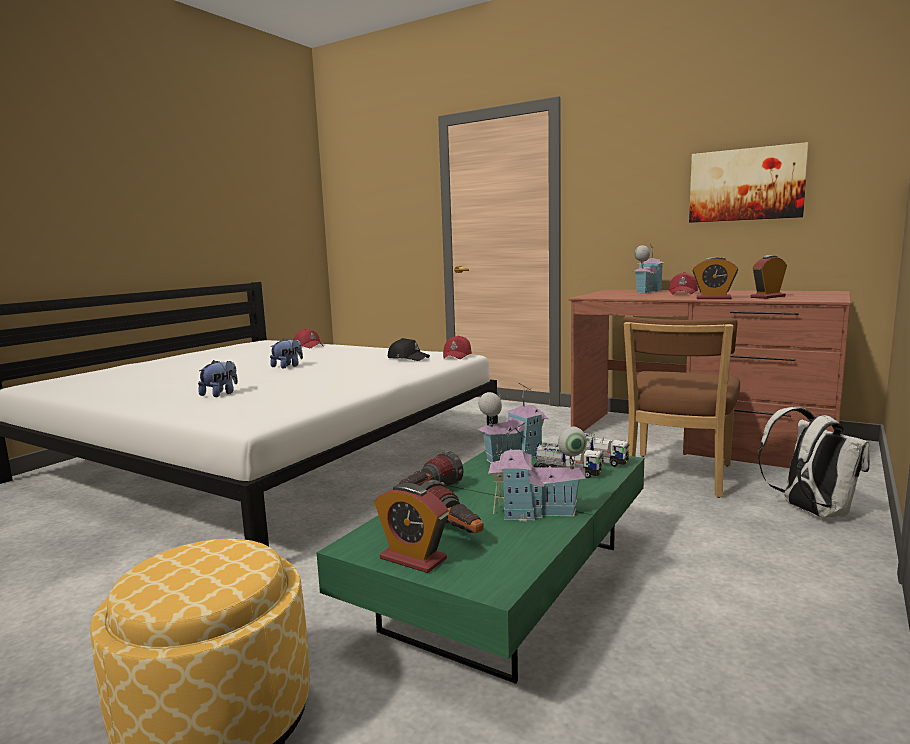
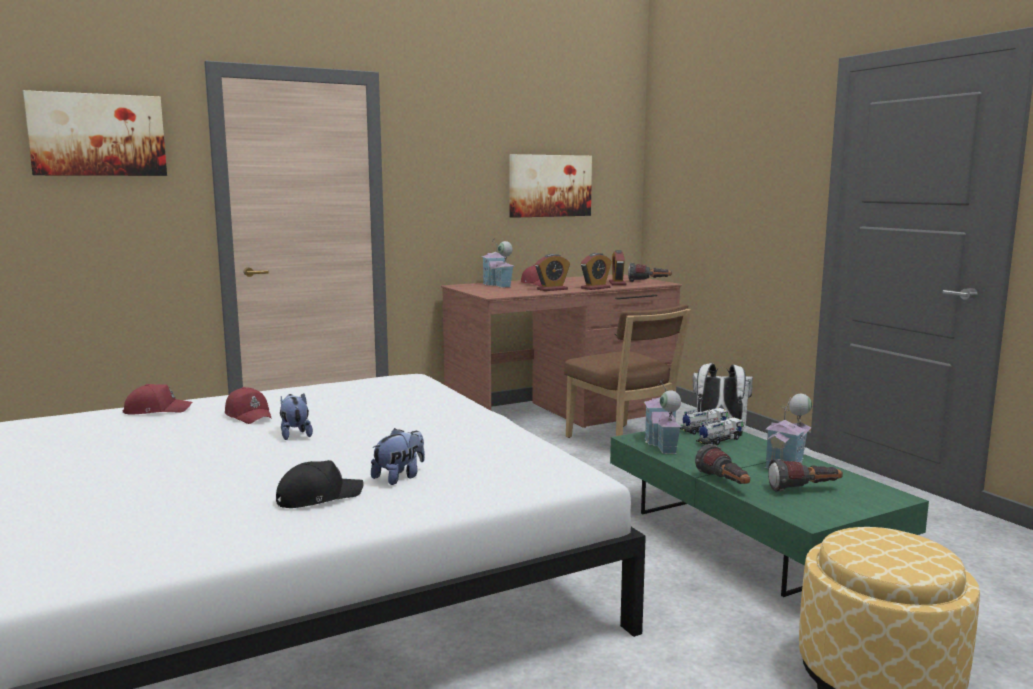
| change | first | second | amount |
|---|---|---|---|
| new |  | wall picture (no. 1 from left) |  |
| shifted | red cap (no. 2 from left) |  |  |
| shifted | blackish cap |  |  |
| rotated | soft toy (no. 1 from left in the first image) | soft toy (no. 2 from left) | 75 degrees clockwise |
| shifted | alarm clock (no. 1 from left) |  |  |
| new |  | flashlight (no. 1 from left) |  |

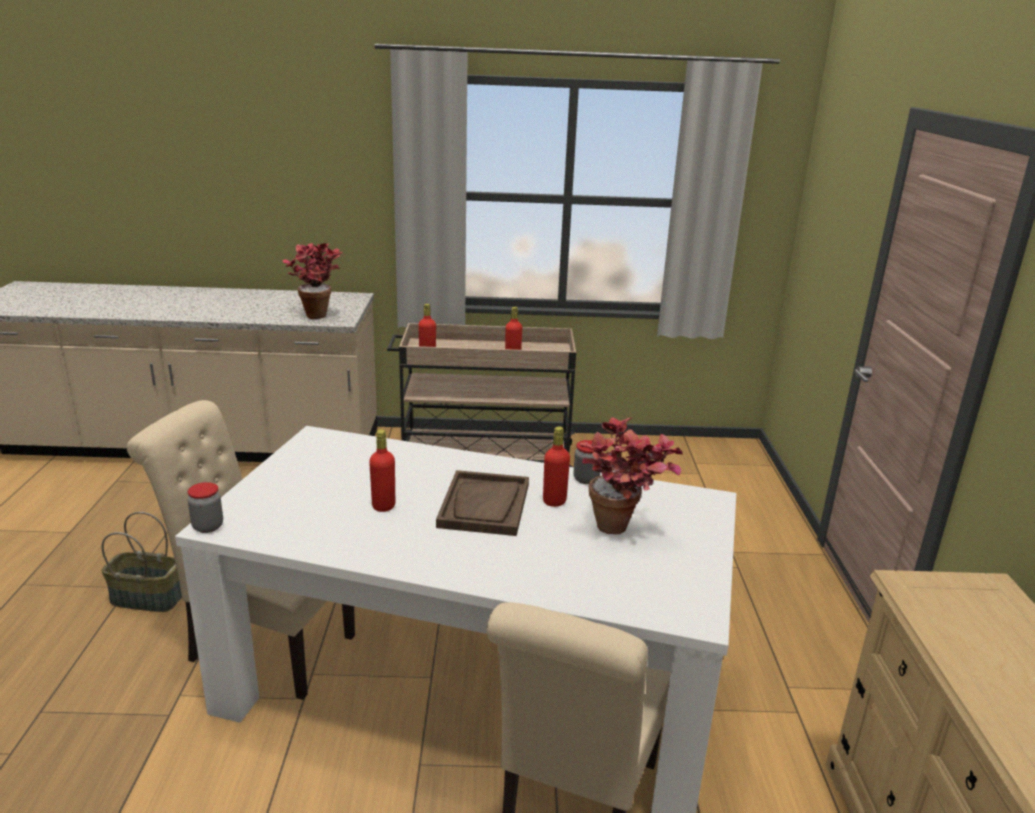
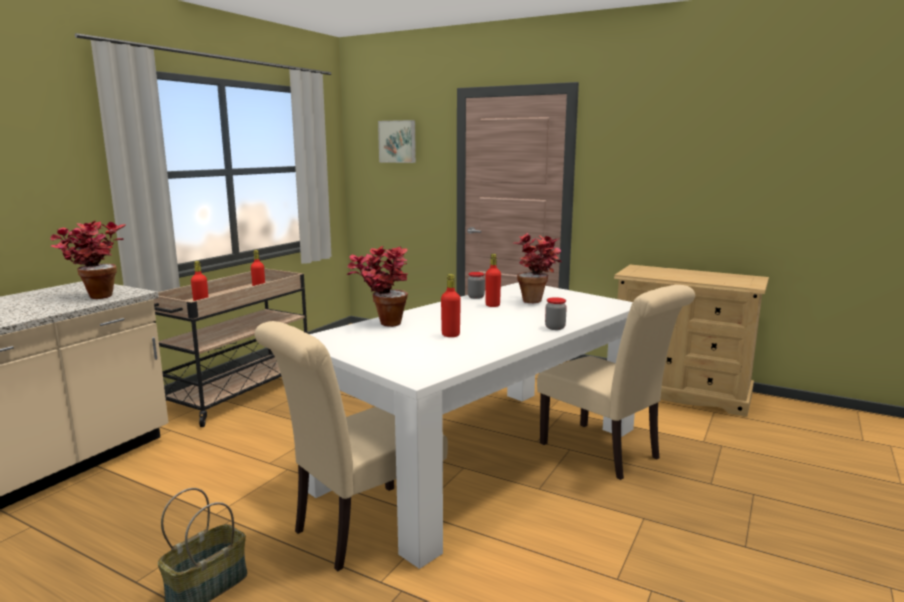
| change | first | second | amount |
|---|---|---|---|
| new |  | houseplant (no. 2 from left) |  |
| new |  | wall picture |  |
| shifted | jar (no. 1 from left in the first image) | jar (no. 2 from left) |  |
| gone | brown-coloured serving tray |  |  |

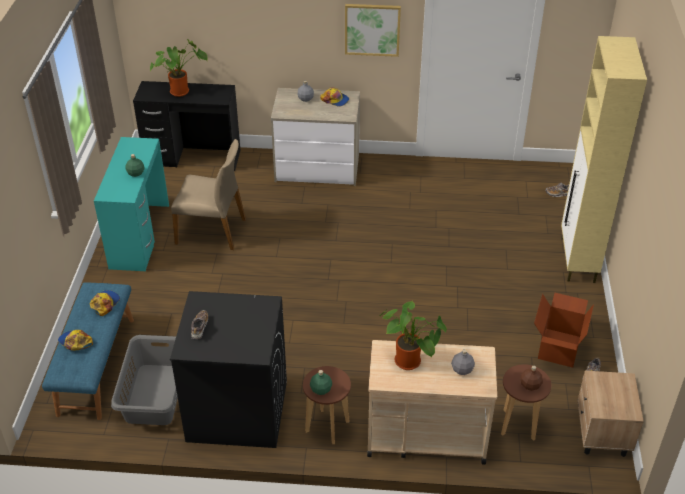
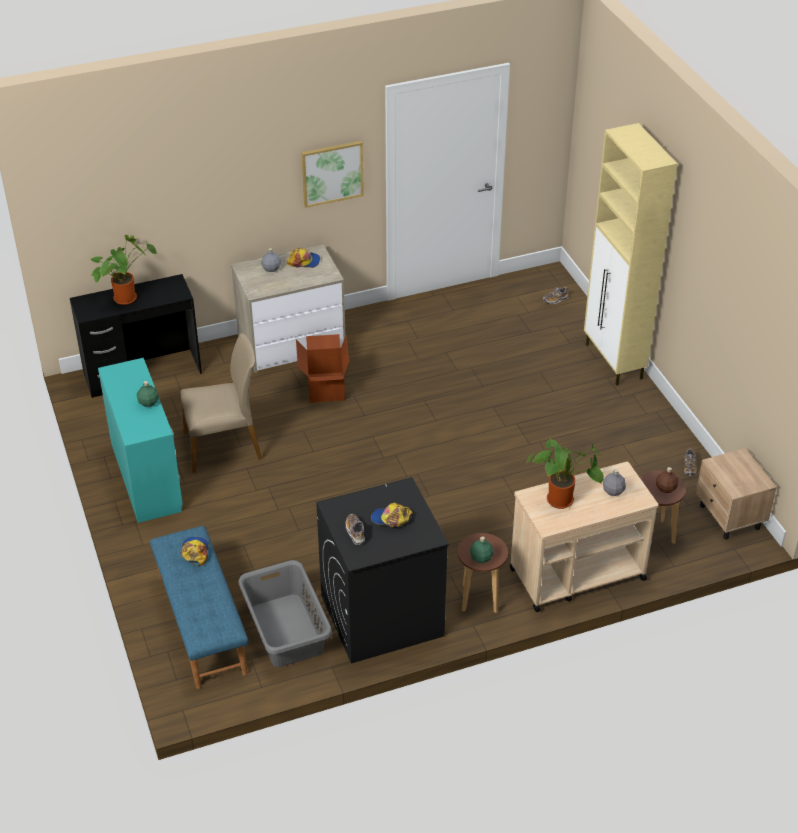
| change | first | second | amount |
|---|---|---|---|
| shifted | carton |  |  |
| shifted | cap (no. 1 from left in the first image) | cap (no. 3 from left) |  |

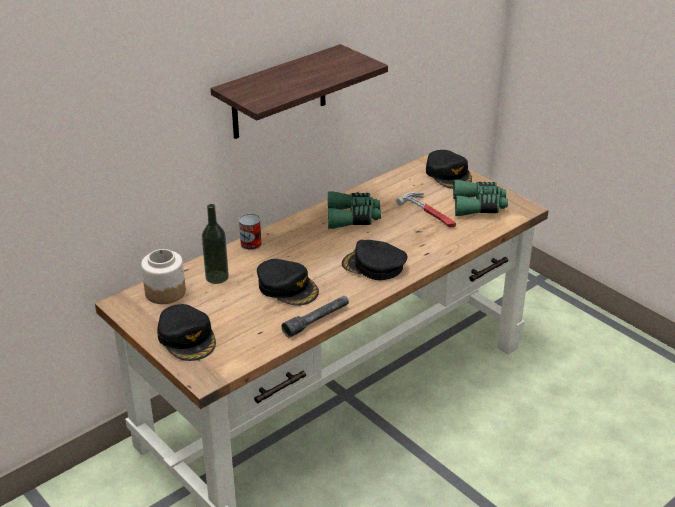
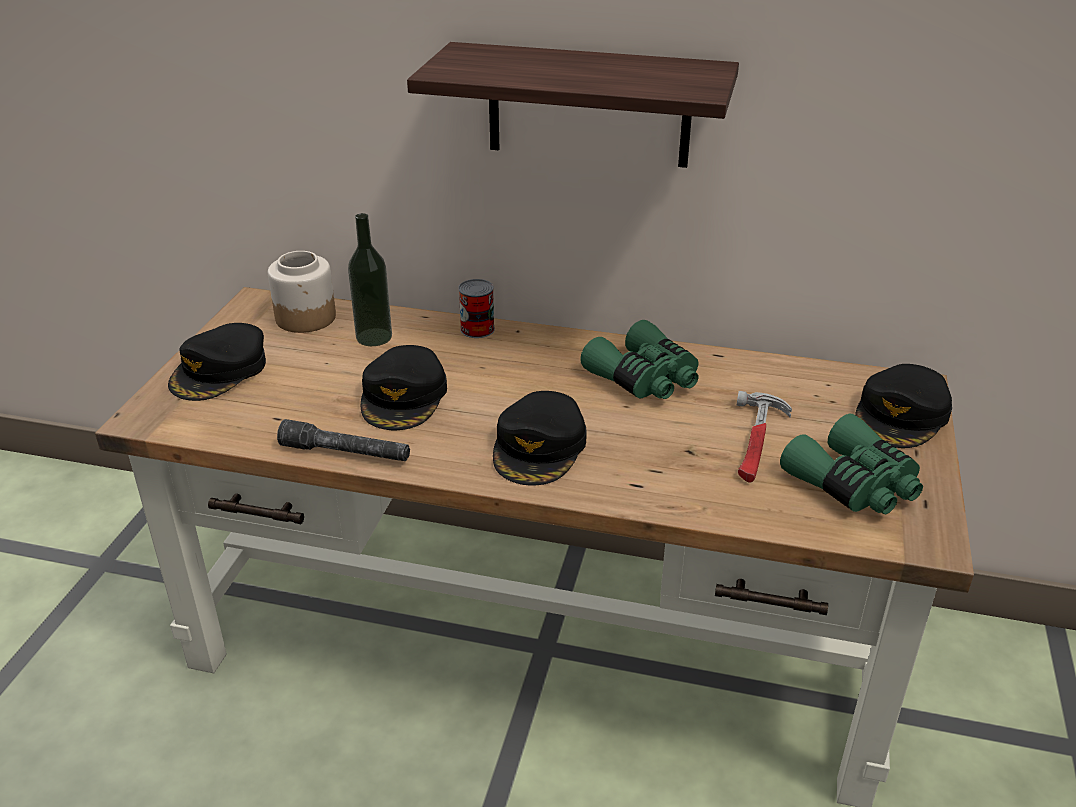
| change | first | second | amount |
|---|---|---|---|
| rotated | blackish cap (no. 3 from left) |  | 150 degrees counterclockwise |

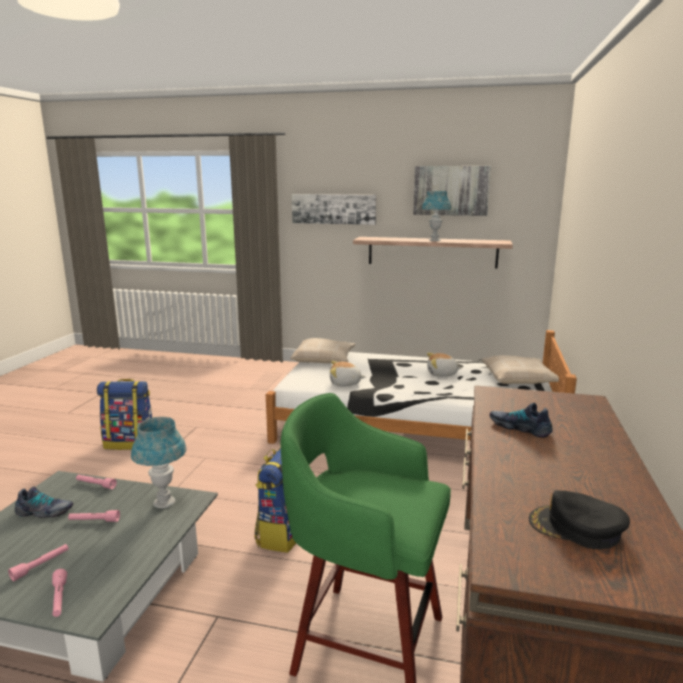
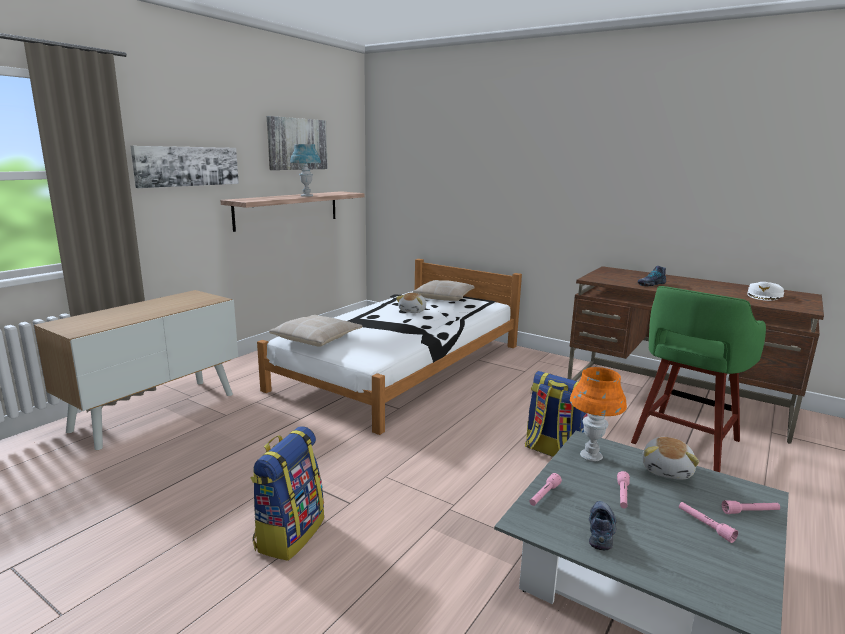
| change | first | second | amount |
|---|---|---|---|
| new |  | storage cabinet |  |
| repainted | bluish lamp for a table (no. 1 from left) | orange-coloured lamp for a table |  |
| shifted | soft toy (no. 1 from left in the first image) | soft toy (no. 2 from left) |  |
| repainted | blackish cap | white cap |  |

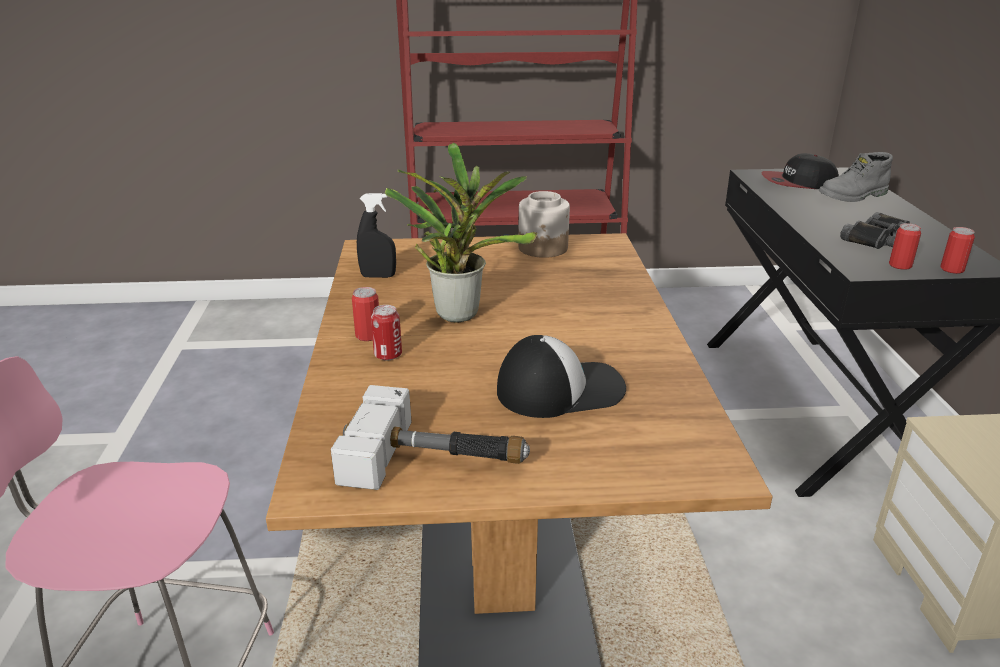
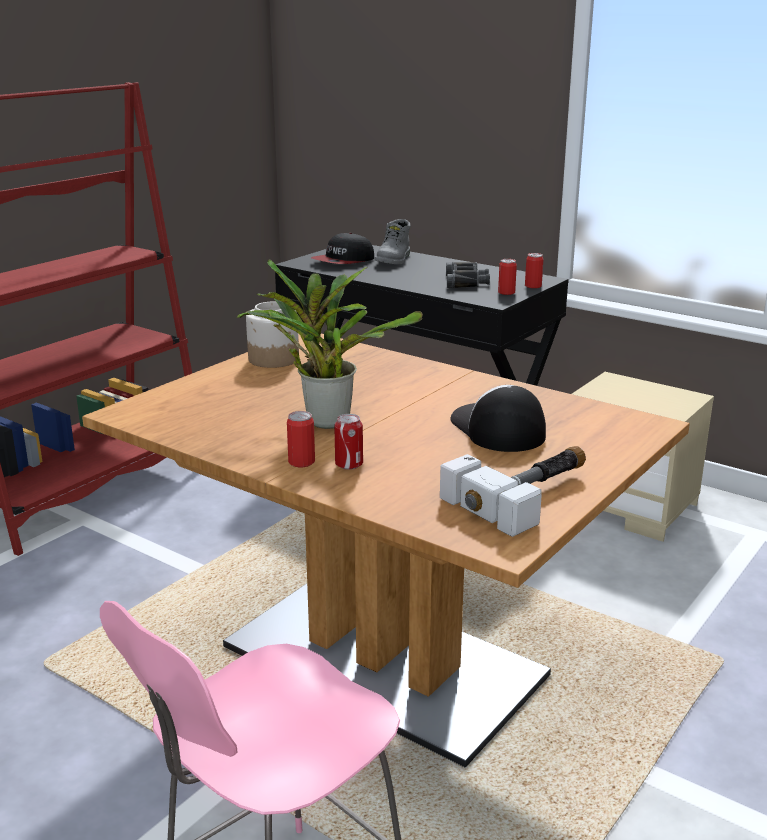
| change | first | second | amount |
|---|---|---|---|
| rotated | cap (no. 1 from left in the first image) | cap (no. 2 from left) | 45 degrees counterclockwise |
| gone | blackish sprayer |  |  |

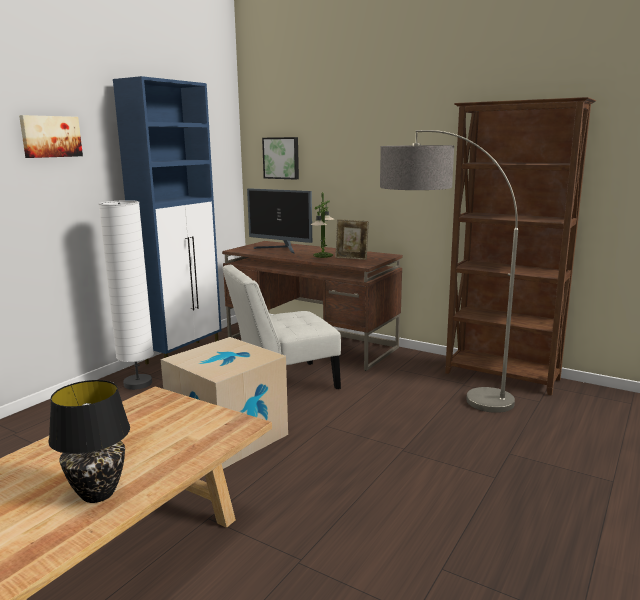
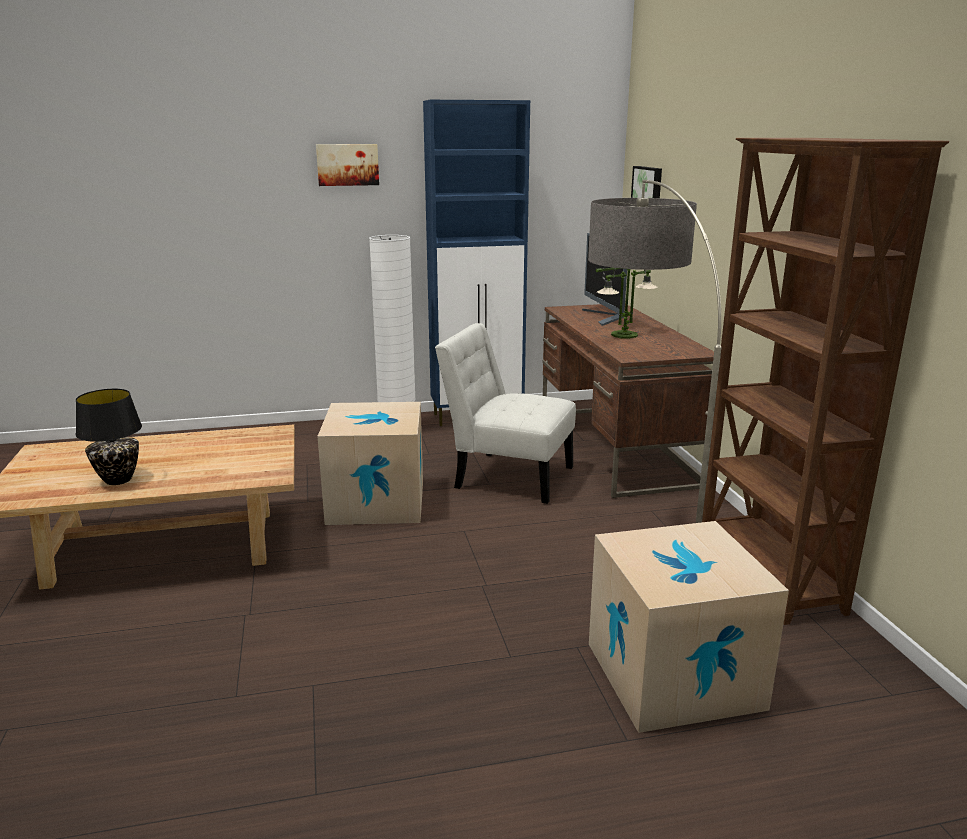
| change | first | second | amount |
|---|---|---|---|
| new |  | carton (no. 2 from left) |  |
| gone | standing frame |  |  |

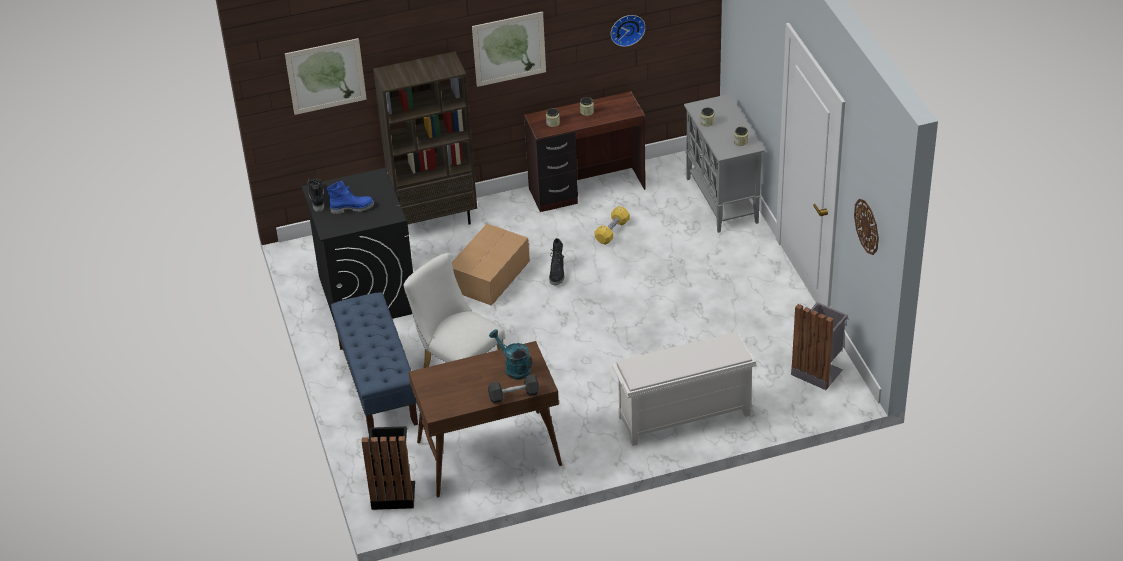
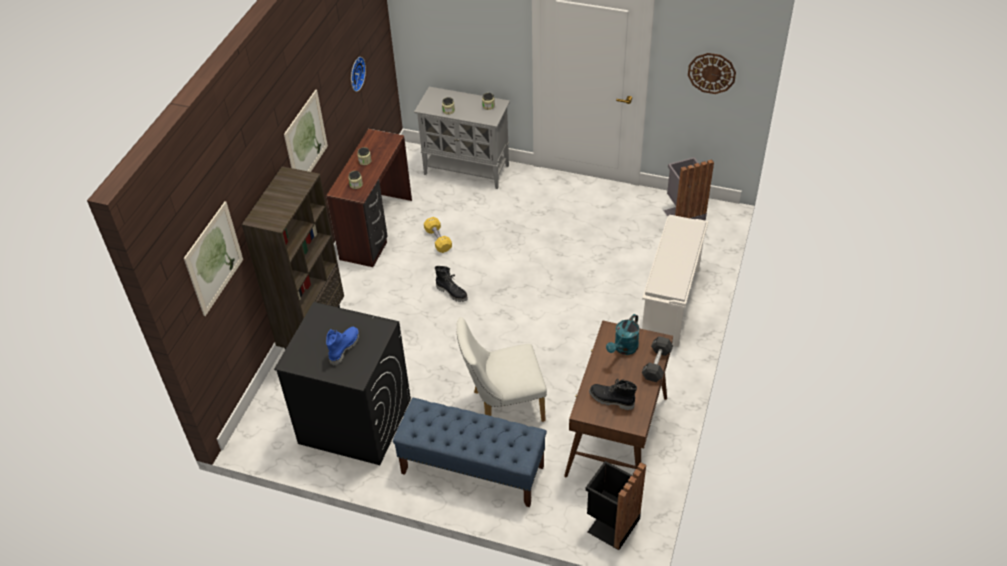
| change | first | second | amount |
|---|---|---|---|
| shifted | blackish boot (no. 1 from left in the first image) | blackish boot (no. 2 from left) |  |
| rotated | blue-green watering pot |  | 45 degrees counterclockwise |
| gone | carton |  |  |

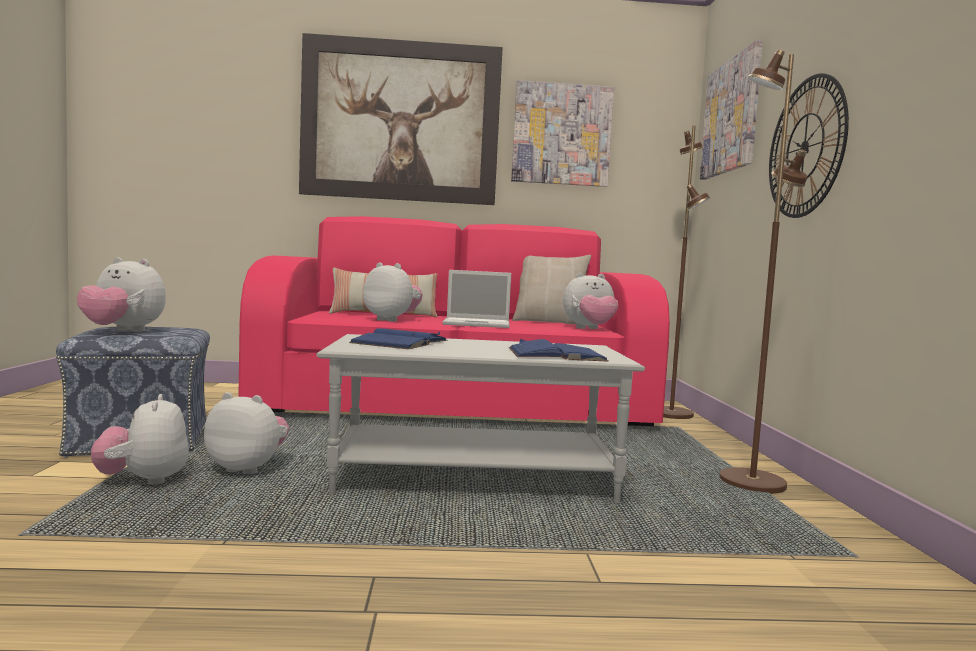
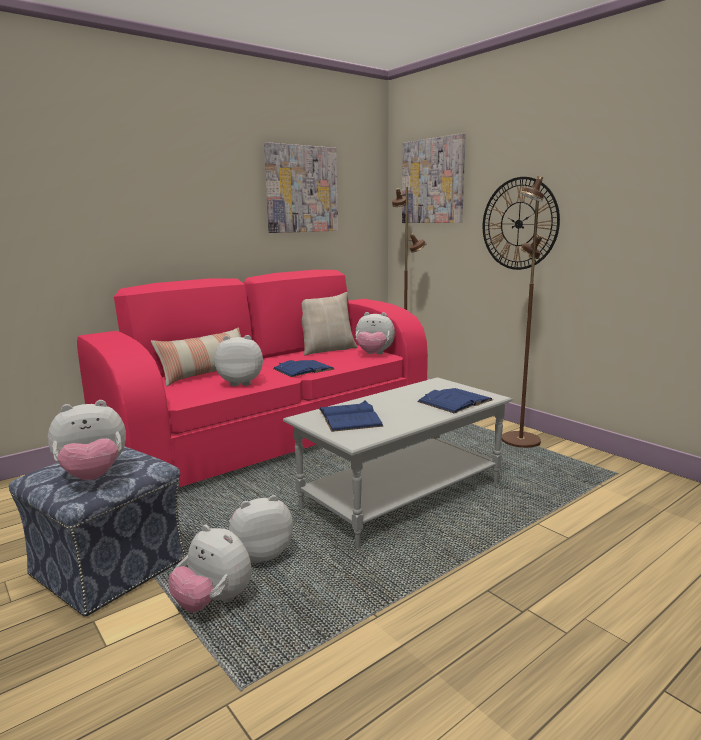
| change | first | second | amount |
|---|---|---|---|
| swapped | laptop | bluish book (no. 1 from left) |  |
| rotated | soft toy (no. 5 from left) |  | 60 degrees clockwise |
| gone | wall picture (no. 1 from left) |  |  |

